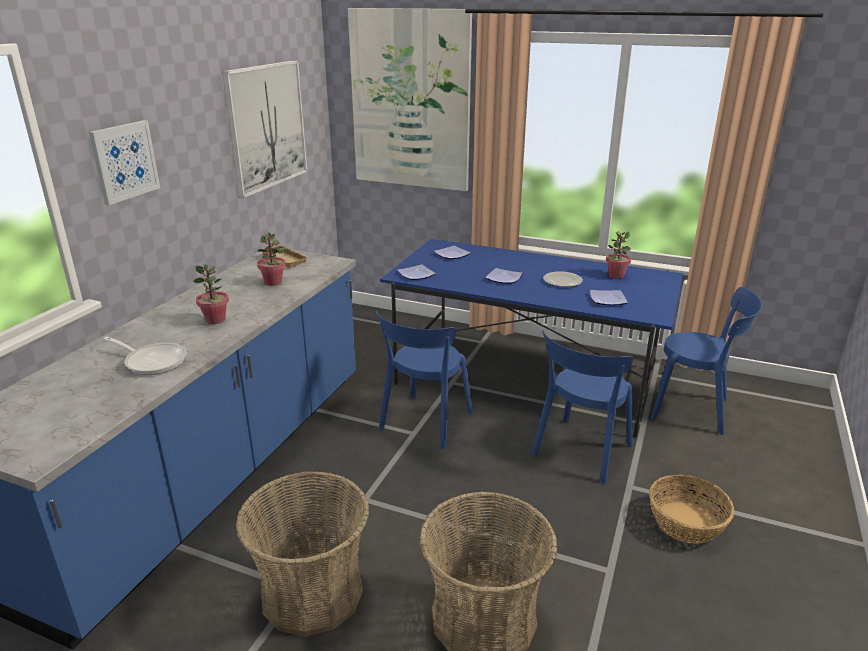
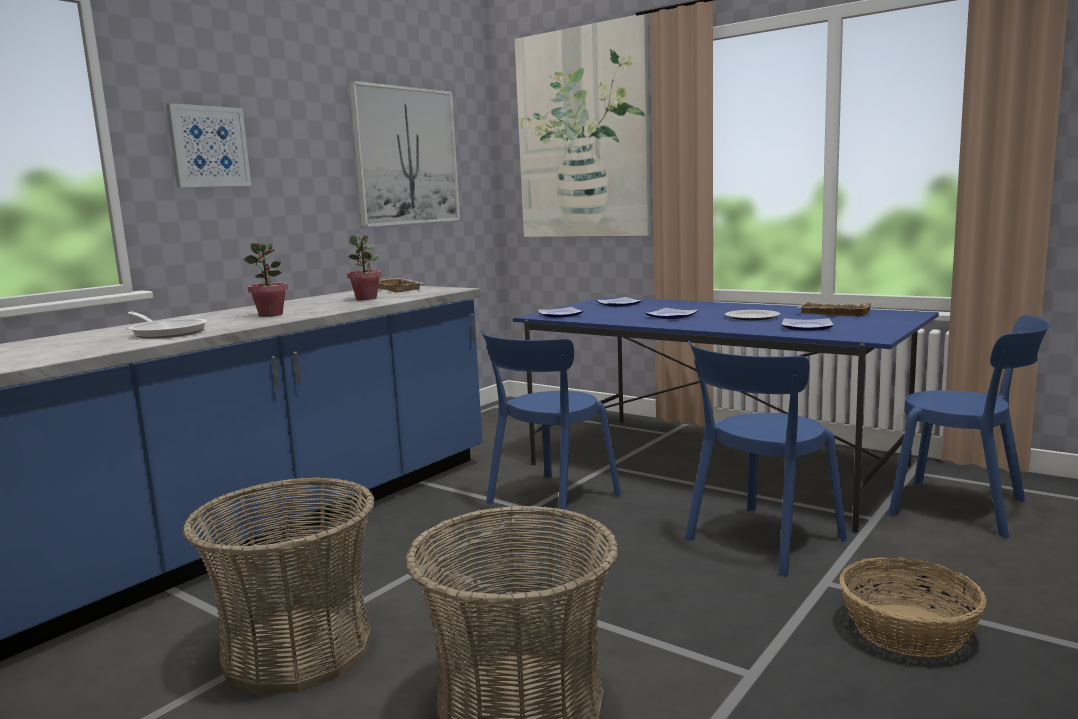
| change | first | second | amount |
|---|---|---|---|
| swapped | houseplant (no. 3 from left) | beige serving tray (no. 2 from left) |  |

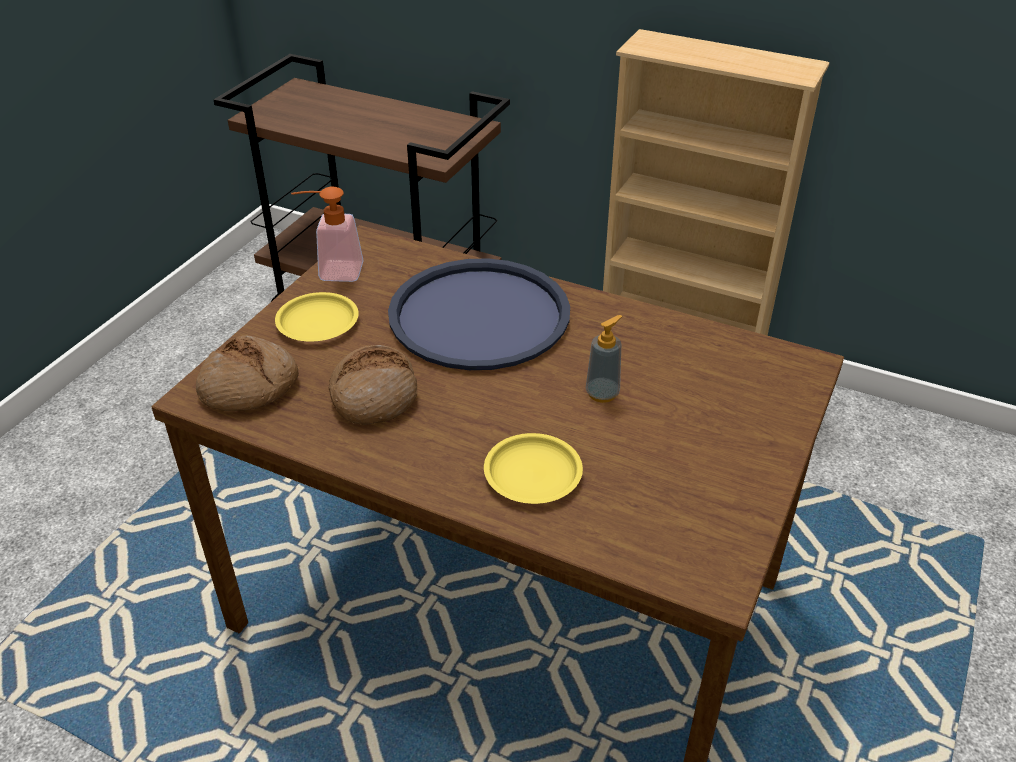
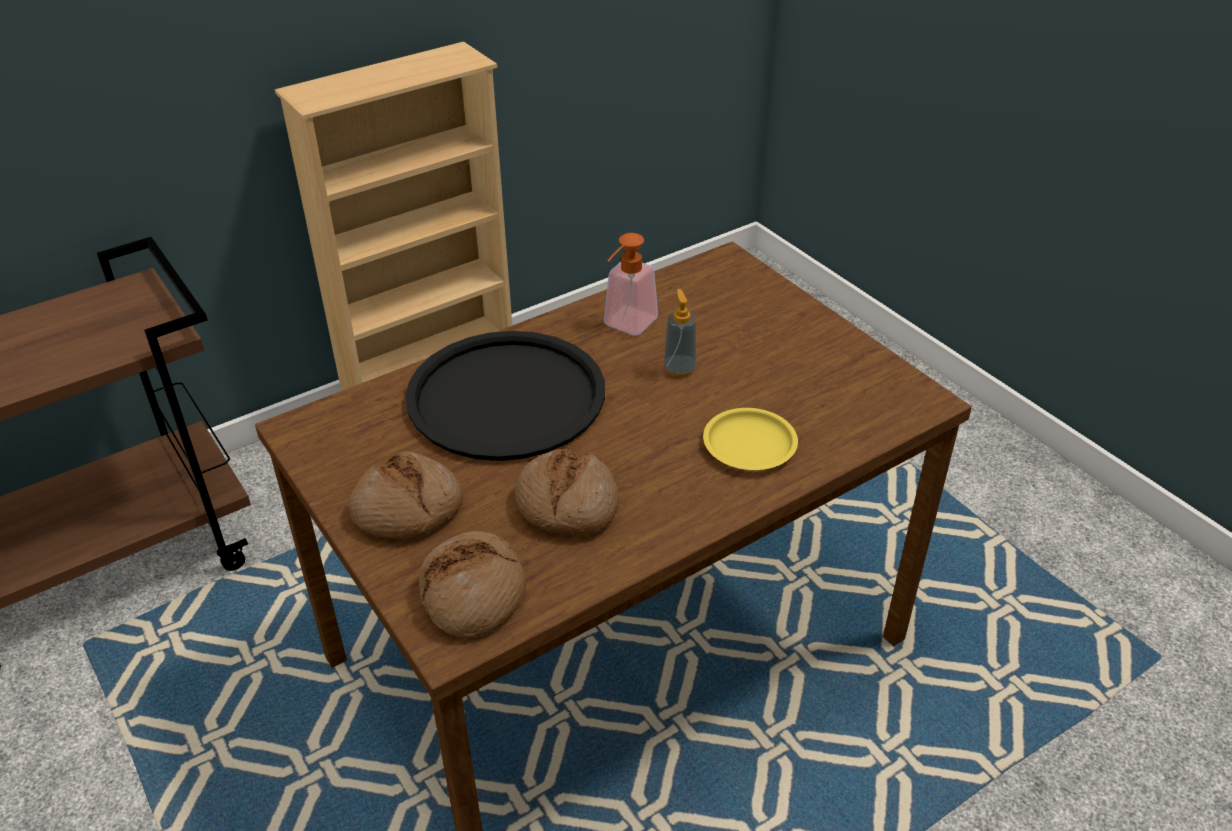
| change | first | second | amount |
|---|---|---|---|
| swapped | yellow flat dish (no. 1 from left) | bread (no. 1 from left) |  |
| repainted | bluish serving tray | blackish serving tray |  |
| shifted | soap bottle (no. 1 from left) |  |  |

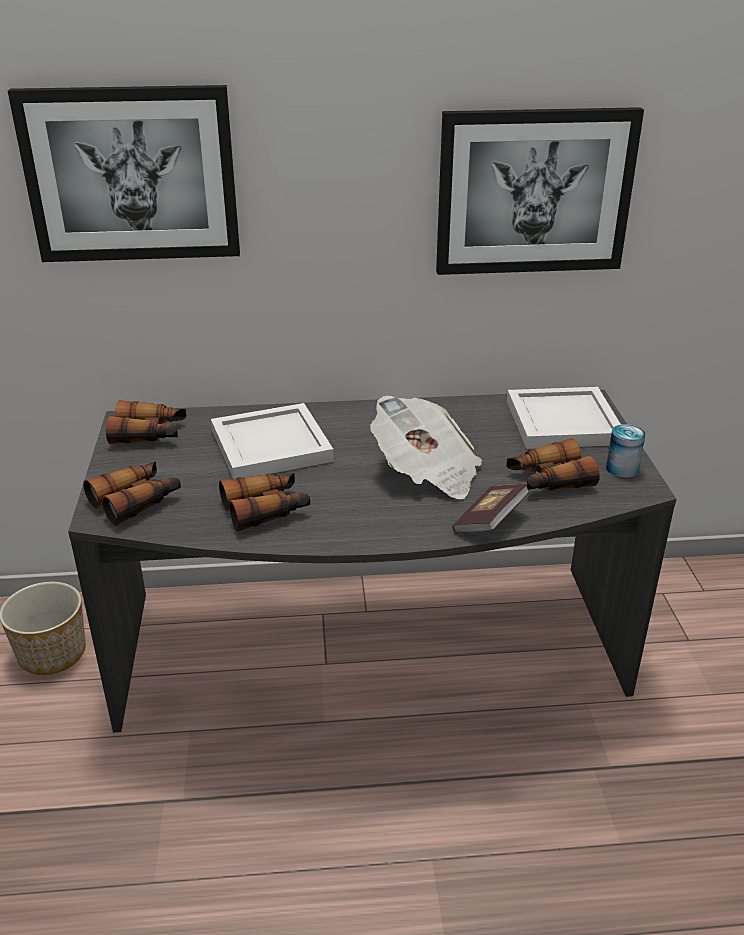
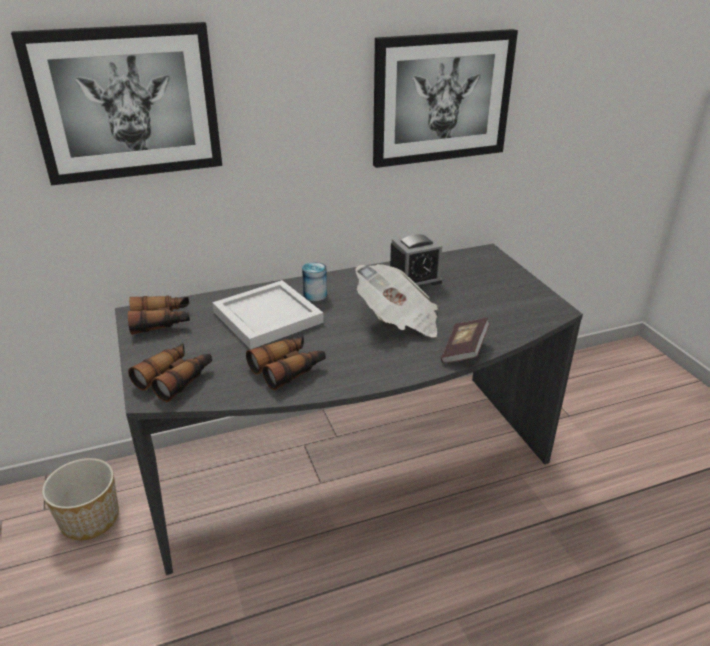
| change | first | second | amount |
|---|---|---|---|
| shifted | can |  |  |
| new |  | alarm clock |  |
| gone | field glasses (no. 4 from left) |  |  |
| gone | white serving tray (no. 2 from left) |  |  |

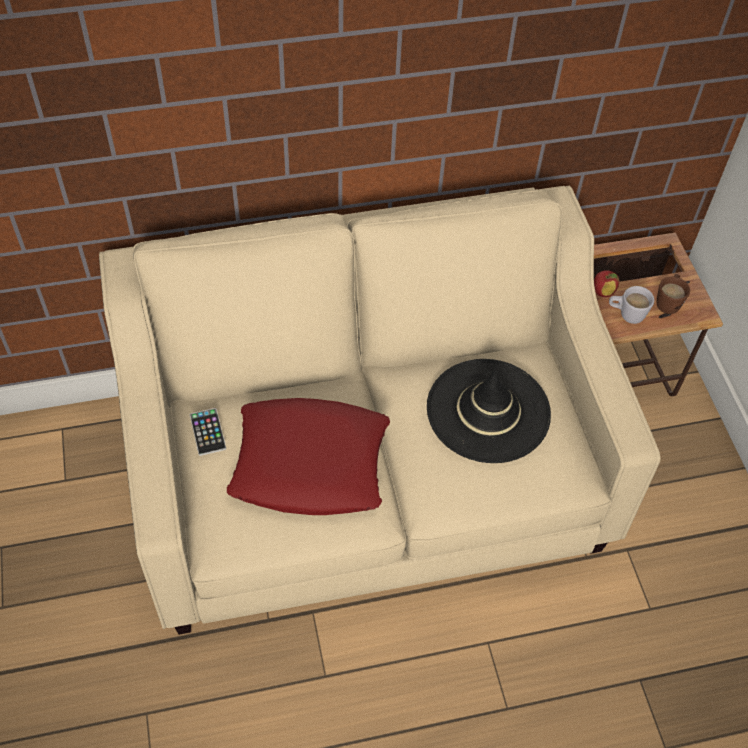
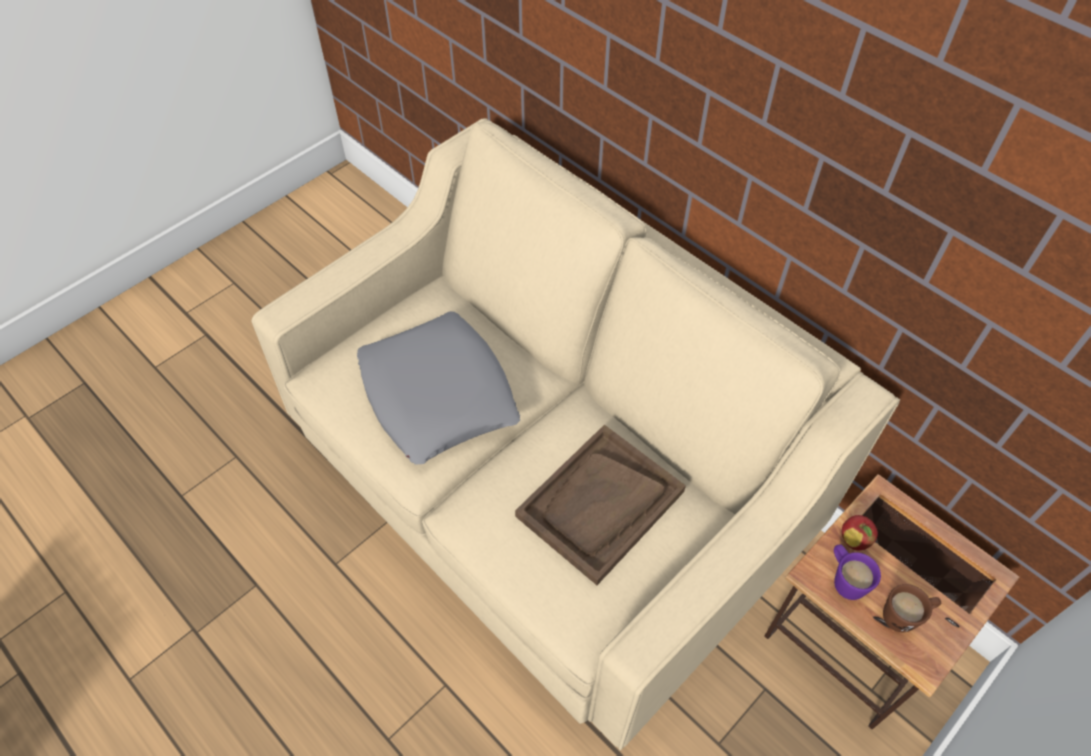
| change | first | second | amount |
|---|---|---|---|
| repainted | red throw pillow | grey throw pillow |  |
| swapped | blackish clothing hat | brown-coloured serving tray |  |
| repainted | white tea mug | purple-coloured tea mug |  |
| gone | handset |  |  |

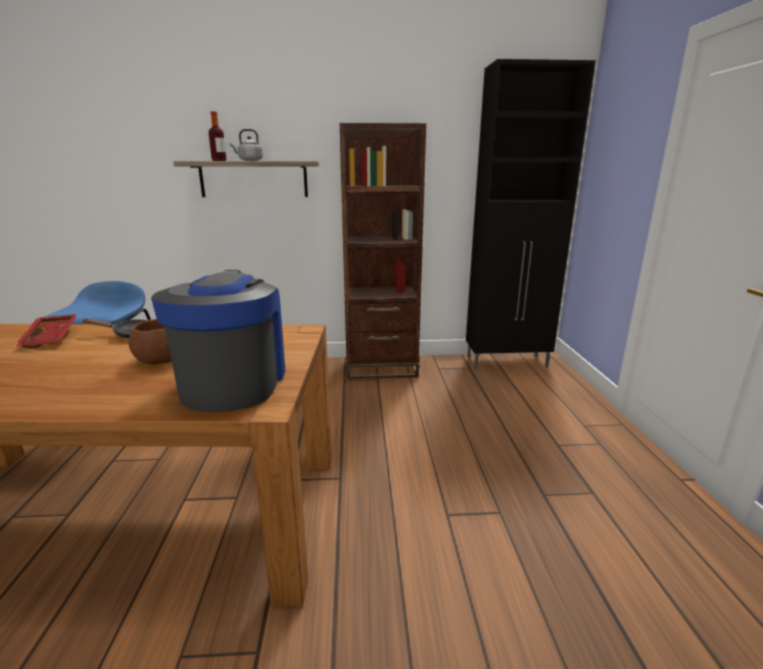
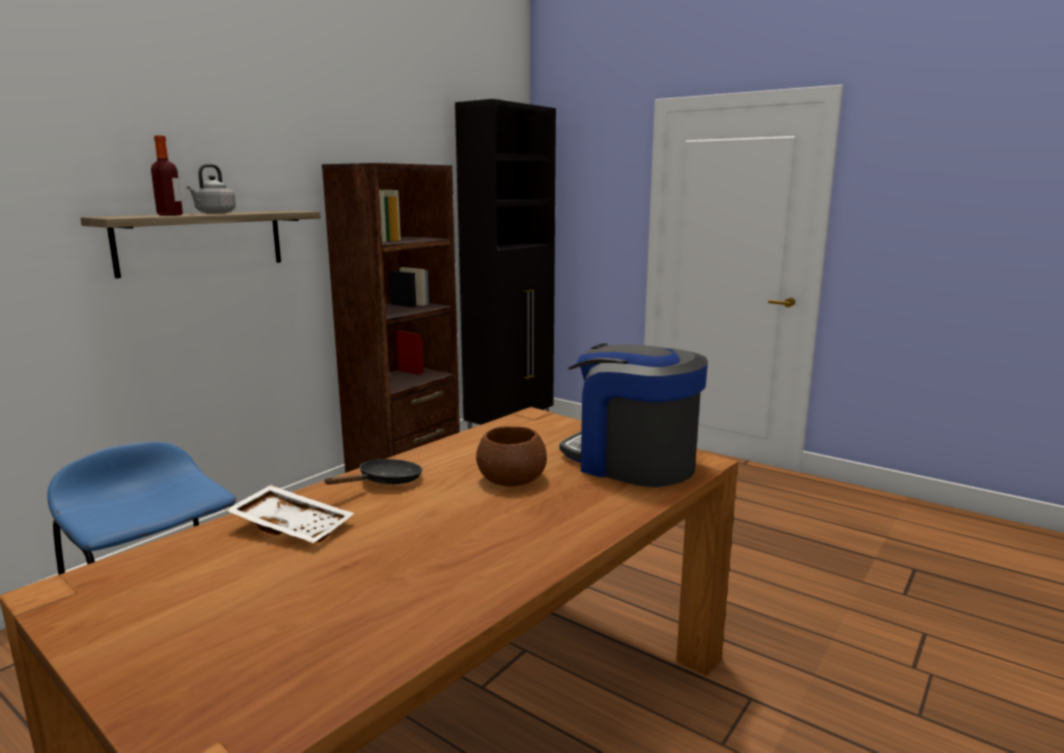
| change | first | second | amount |
|---|---|---|---|
| repainted | red serving tray | white serving tray |  |

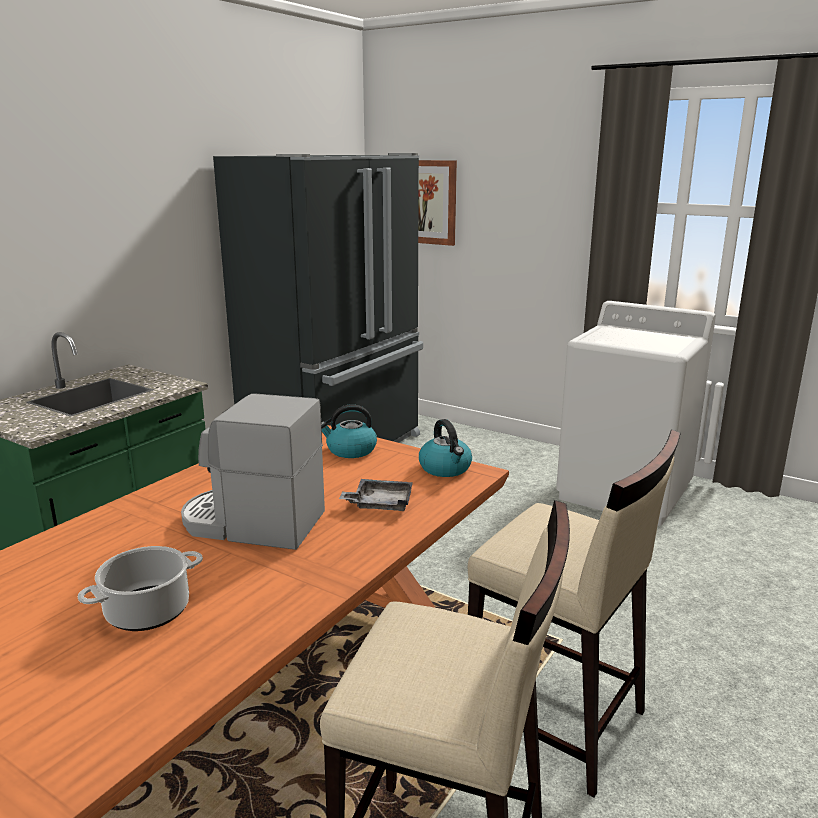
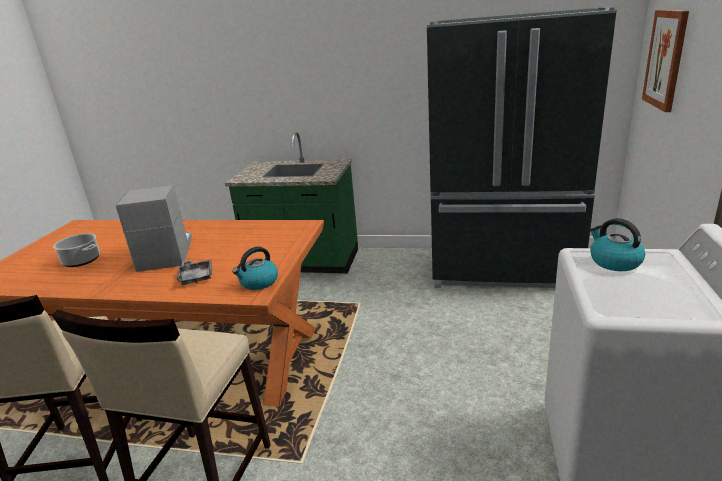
| change | first | second | amount |
|---|---|---|---|
| shifted | tea kettle (no. 1 from left in the first image) | tea kettle (no. 2 from left) |  |

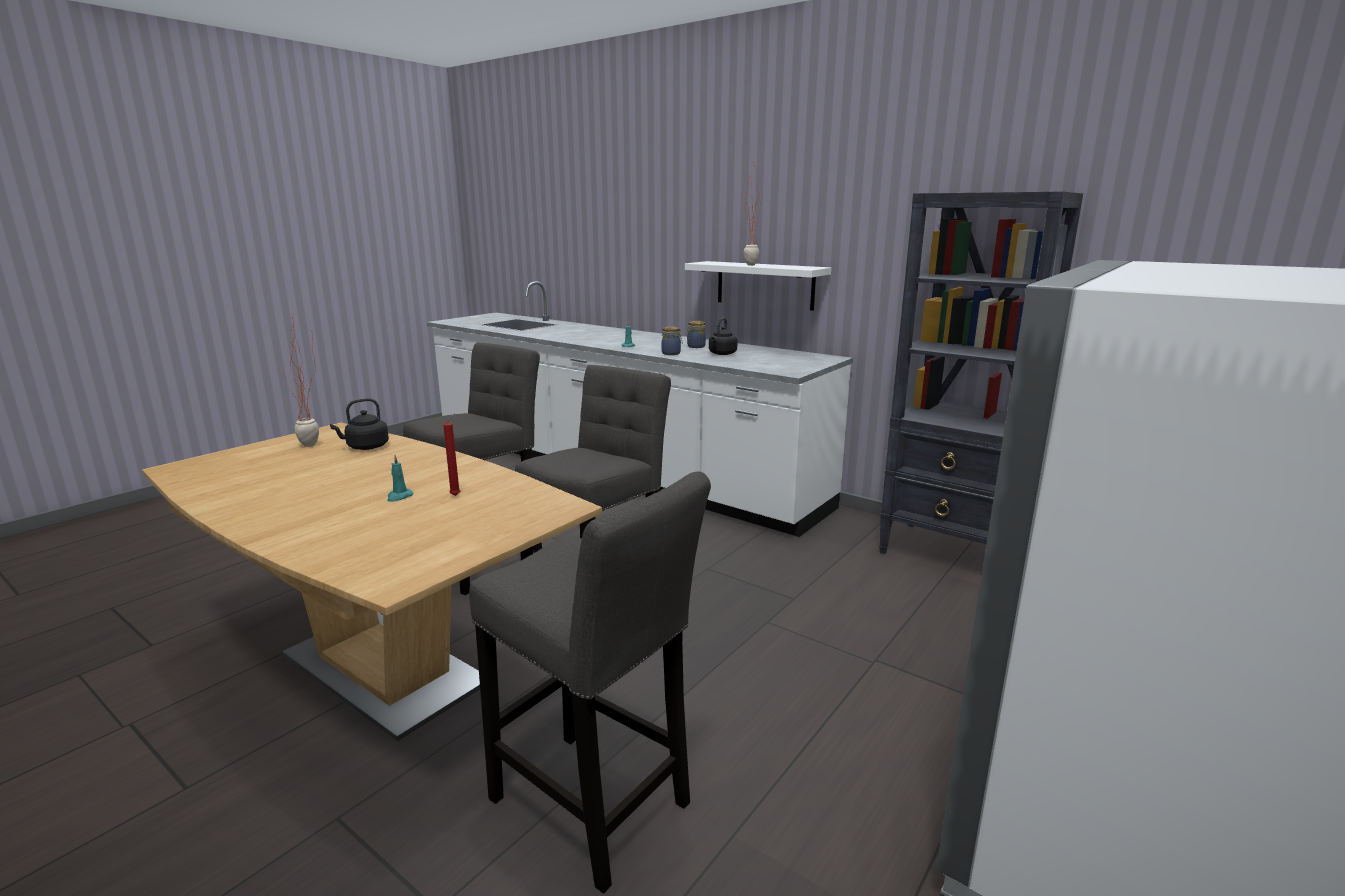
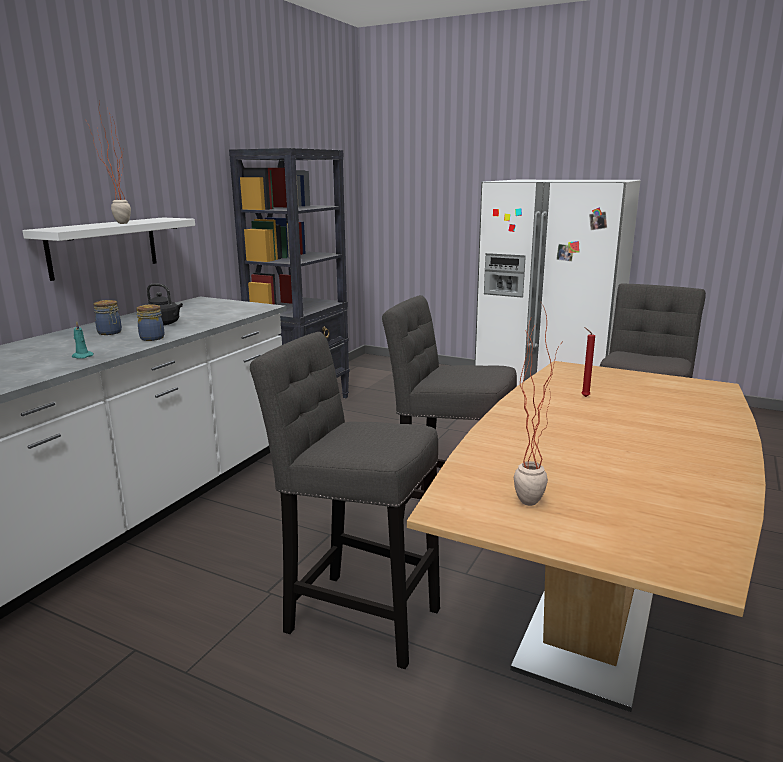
| change | first | second | amount |
|---|---|---|---|
| gone | blackish tea kettle (no. 1 from left) |  |  |
| gone | blue-green candle (no. 1 from left) |  |  |

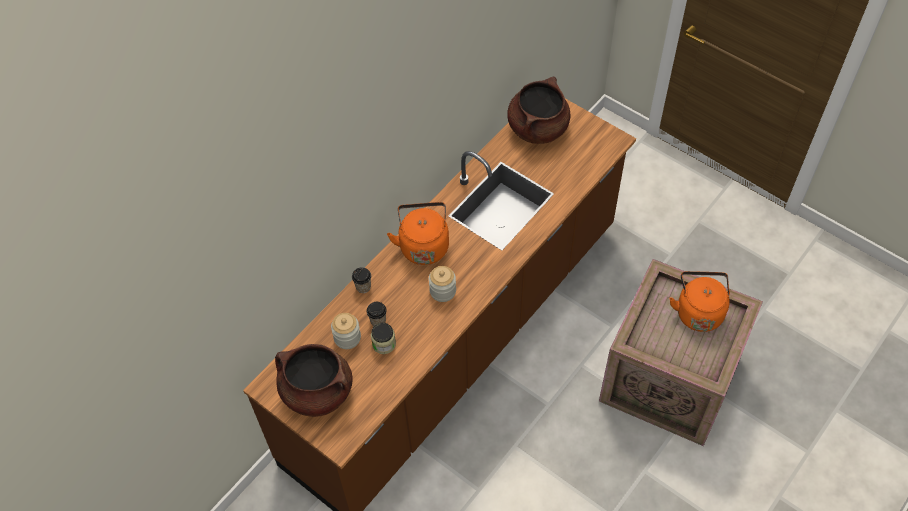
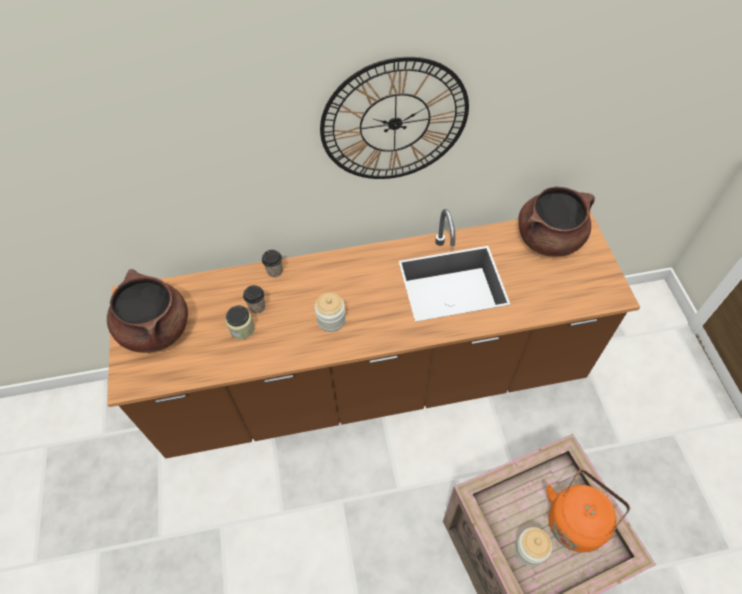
| change | first | second | amount |
|---|---|---|---|
| new |  | clock on the wall |  |
| shifted | jar (no. 1 from left in the first image) | jar (no. 3 from left) |  |
| gone | orange-coloured tea kettle (no. 1 from left) |  |  |

